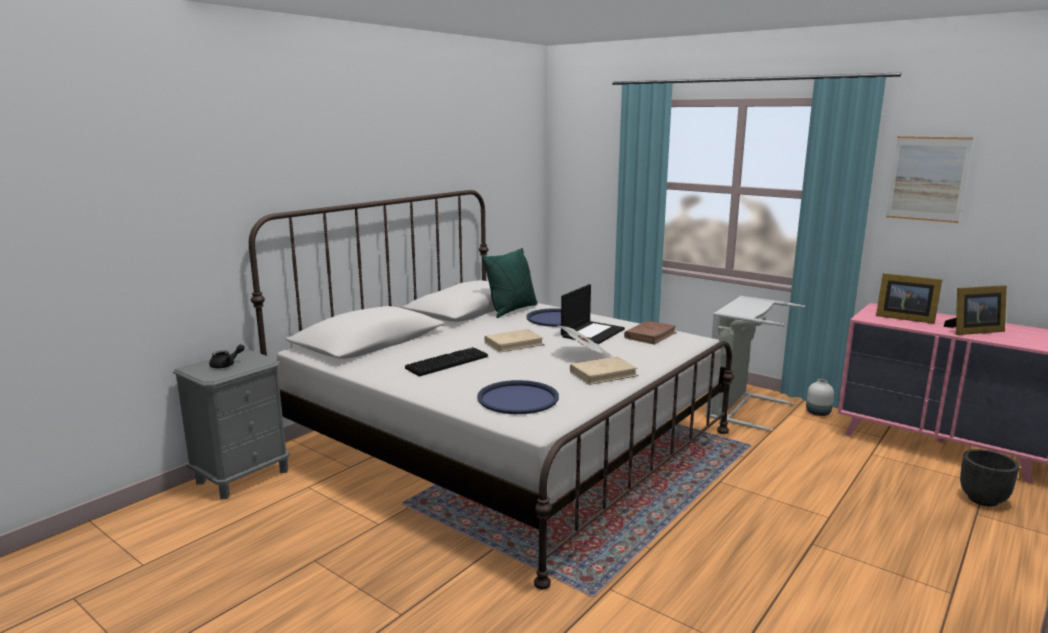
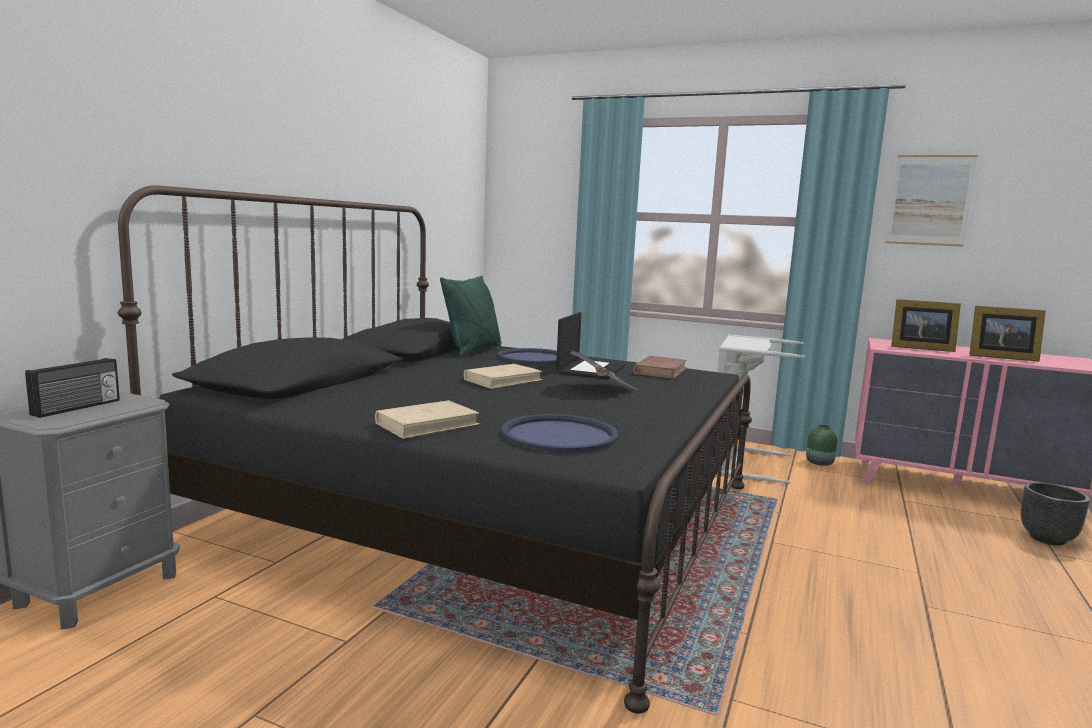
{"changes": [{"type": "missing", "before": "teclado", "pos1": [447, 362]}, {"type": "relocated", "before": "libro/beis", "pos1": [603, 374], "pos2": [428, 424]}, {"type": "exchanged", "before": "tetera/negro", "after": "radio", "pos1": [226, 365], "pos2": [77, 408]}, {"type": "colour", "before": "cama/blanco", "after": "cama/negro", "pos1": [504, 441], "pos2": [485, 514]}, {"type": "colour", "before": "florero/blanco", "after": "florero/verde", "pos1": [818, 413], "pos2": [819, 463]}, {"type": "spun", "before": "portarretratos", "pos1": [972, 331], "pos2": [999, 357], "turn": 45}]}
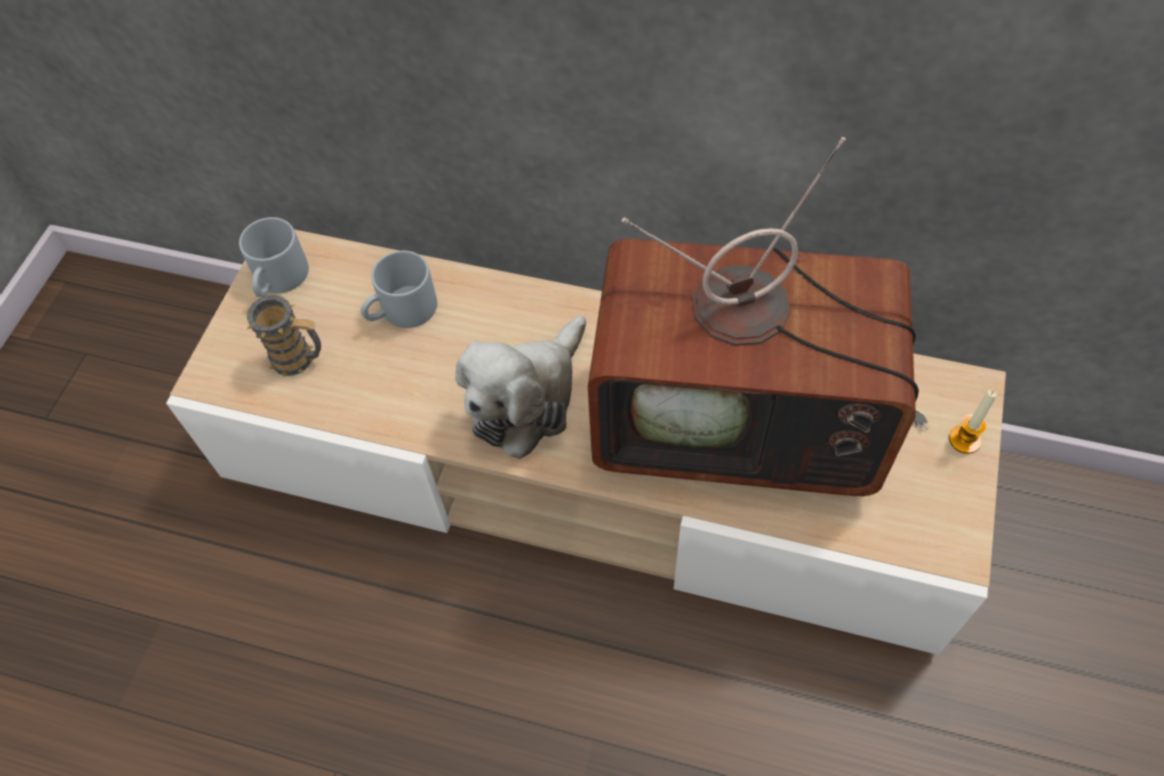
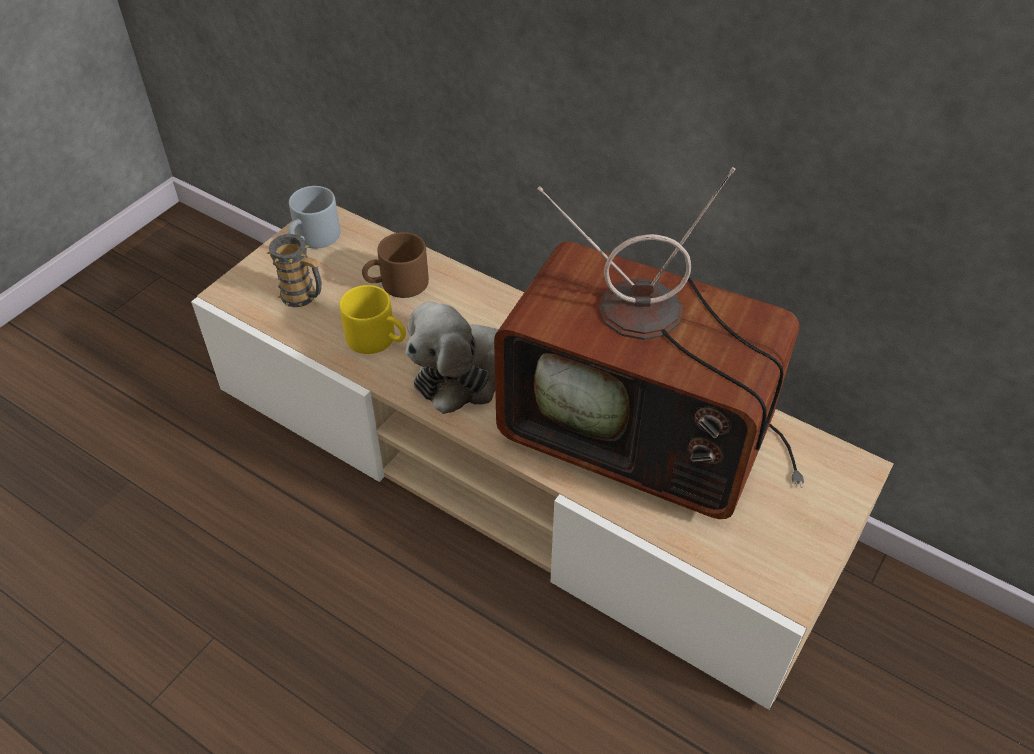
{"changes": [{"type": "missing", "before": "vela", "pos1": [964, 440]}, {"type": "appeared", "after": "taza grande/amarillo", "pos2": [378, 339]}, {"type": "colour", "before": "taza grande/gris", "after": "taza grande/marrón", "pos1": [402, 312], "pos2": [397, 285]}]}
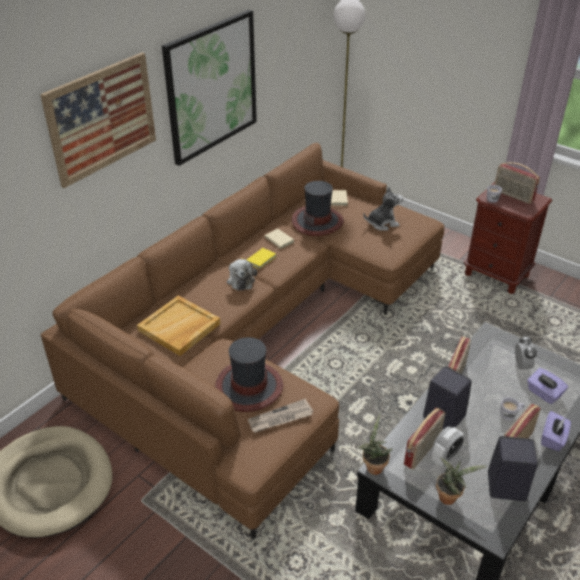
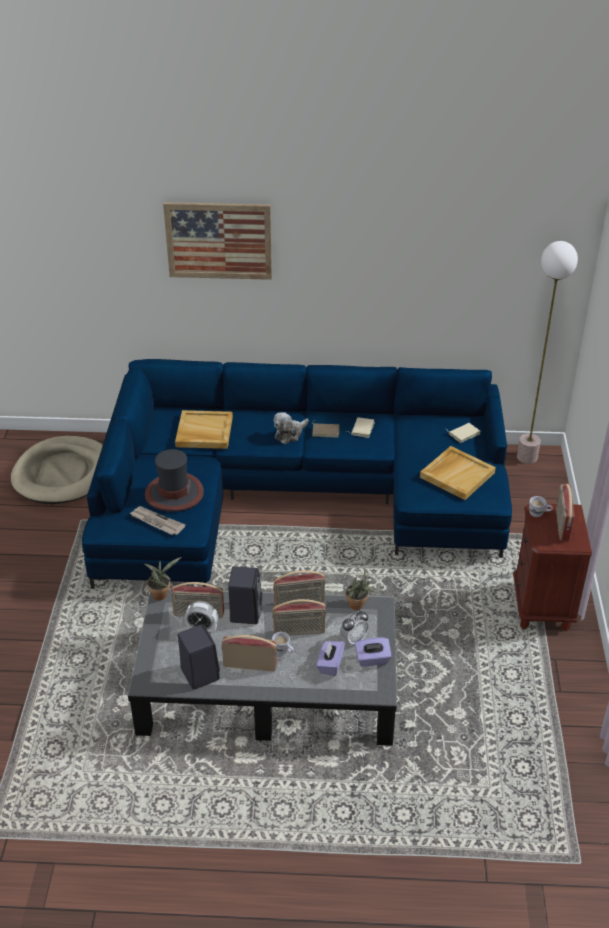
{"changes": [{"type": "missing", "before": "cuadro", "pos1": [211, 86]}, {"type": "missing", "before": "sombrero", "pos1": [317, 221]}, {"type": "appeared", "after": "radio", "pos2": [299, 632]}, {"type": "relocated", "before": "planta en maceta", "pos1": [449, 496], "pos2": [358, 606]}, {"type": "relocated", "before": "caja de pañuelos/morado", "pos1": [553, 439], "pos2": [372, 659]}, {"type": "exchanged", "before": "peluche", "after": "bandeja/beis", "pos1": [382, 223], "pos2": [457, 474]}, {"type": "colour", "before": "sofá/marrón", "after": "sofá/azul", "pos1": [260, 336], "pos2": [291, 496]}, {"type": "colour", "before": "libro/amarillo", "after": "libro/marrón", "pos1": [260, 259], "pos2": [326, 431]}]}
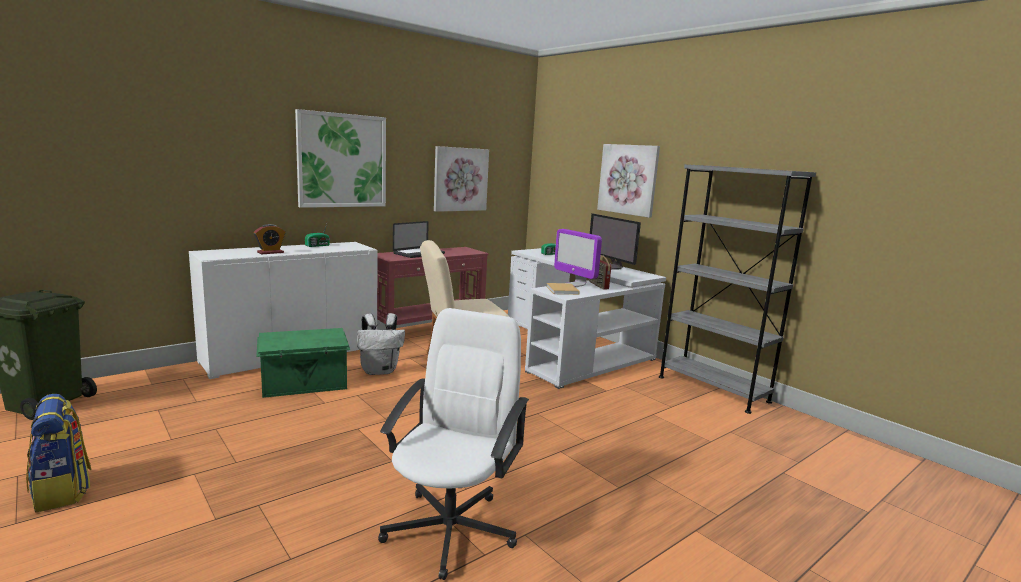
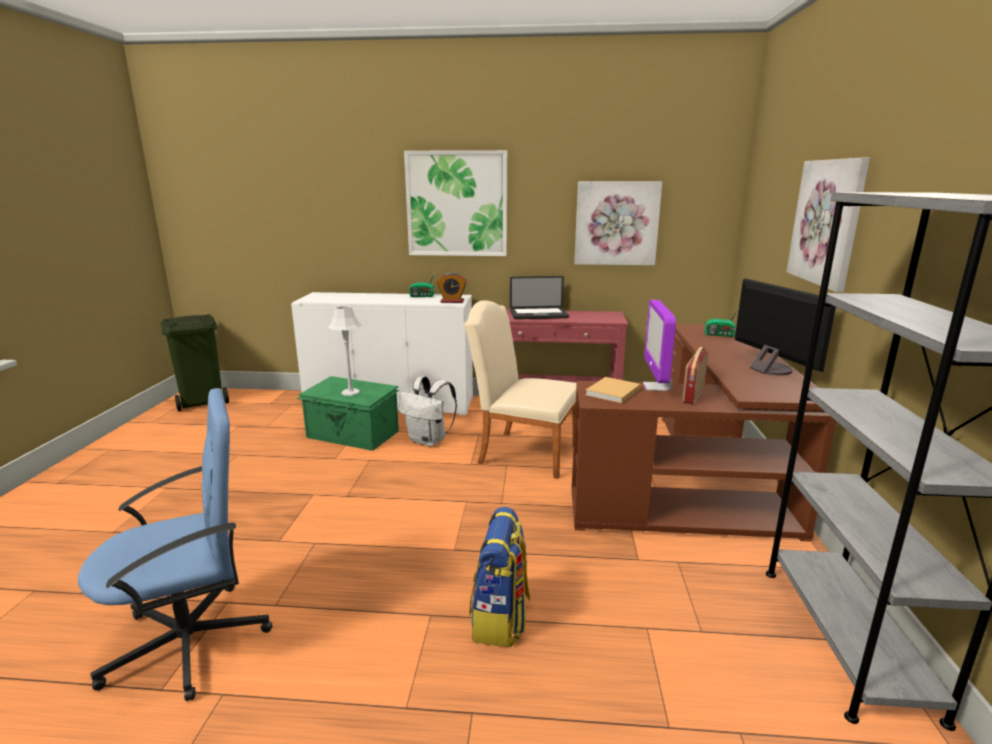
{"changes": [{"type": "appeared", "after": "lámpara de mesa/gris", "pos2": [350, 392]}, {"type": "relocated", "before": "mochila", "pos1": [62, 491], "pos2": [500, 619]}, {"type": "relocated", "before": "despertador", "pos1": [270, 252], "pos2": [452, 301]}, {"type": "colour", "before": "silla de oficina/blanco", "after": "silla de oficina/azul", "pos1": [451, 529], "pos2": [191, 641]}, {"type": "colour", "before": "escritorio/blanco", "after": "escritorio/marrón", "pos1": [575, 348], "pos2": [699, 480]}, {"type": "spun", "before": "monitor", "pos1": [611, 267], "pos2": [770, 369], "turn": 150}]}
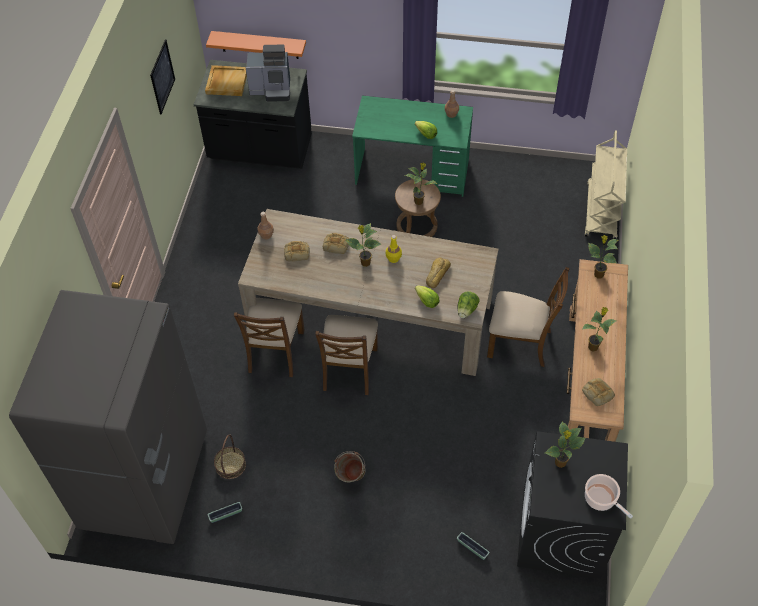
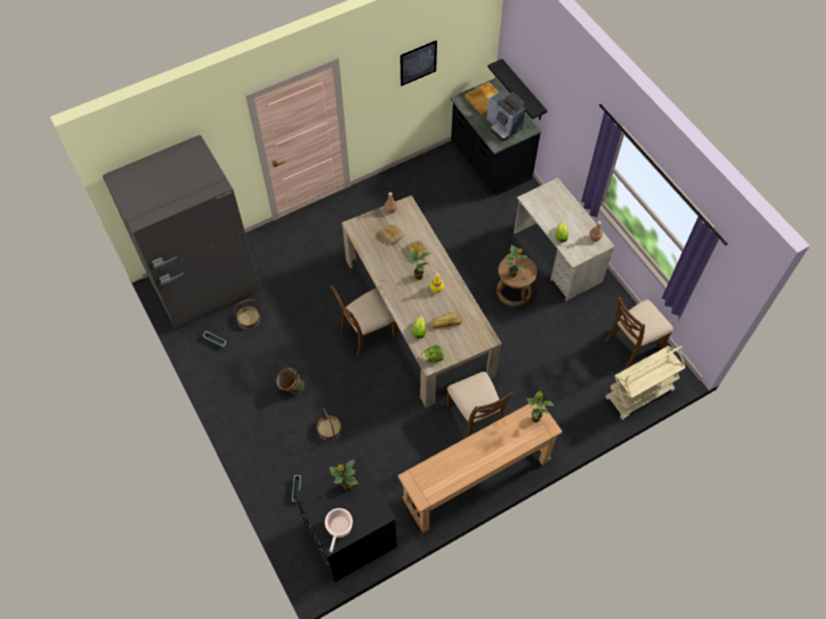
{"changes": [{"type": "missing", "before": "planta en maceta", "pos1": [593, 346]}, {"type": "missing", "before": "pan", "pos1": [597, 393]}, {"type": "appeared", "after": "cesta", "pos2": [329, 429]}, {"type": "relocated", "before": "silla/marrón", "pos1": [275, 351], "pos2": [633, 343]}, {"type": "colour", "before": "estante/naranja", "after": "estante/negro", "pos1": [259, 45], "pos2": [523, 91]}, {"type": "colour", "before": "escritorio/verde", "after": "escritorio/beis", "pos1": [412, 172], "pos2": [557, 257]}]}
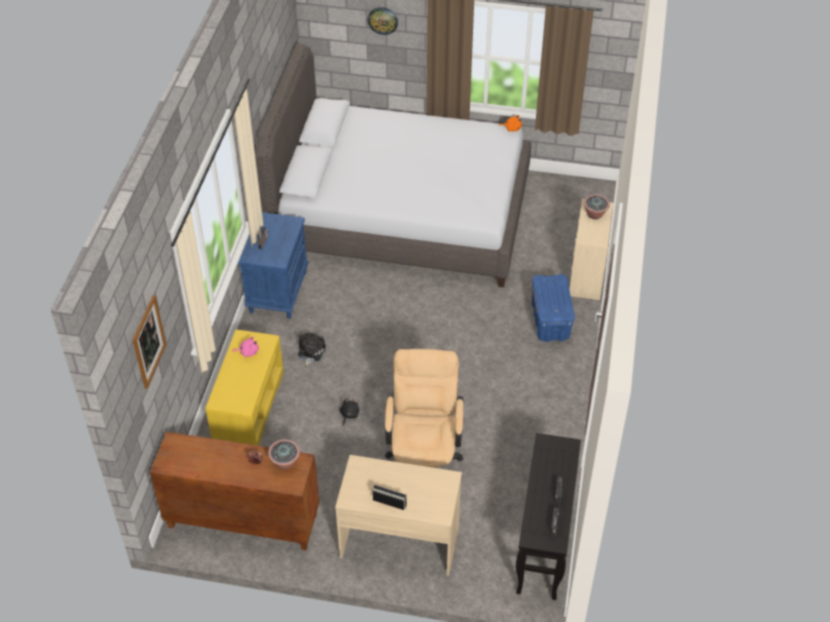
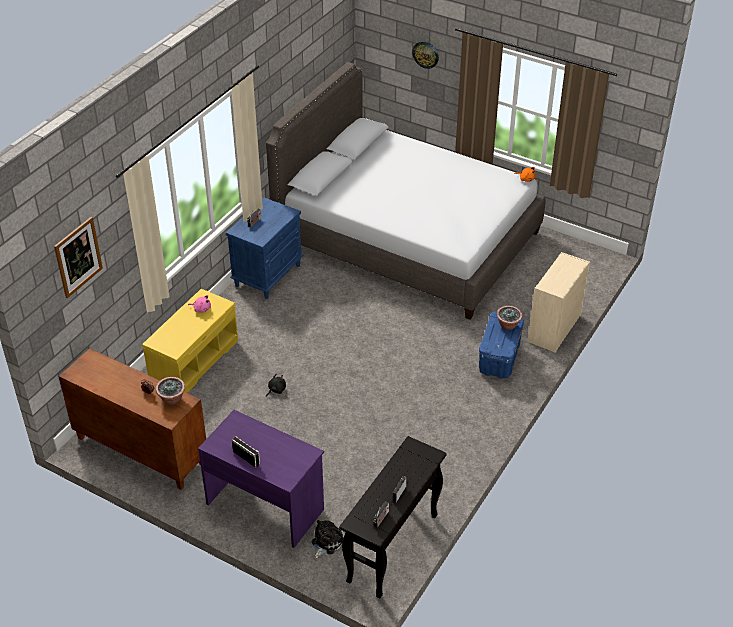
{"changes": [{"type": "missing", "before": "silla de oficina/beis", "pos1": [424, 460]}, {"type": "relocated", "before": "peluche", "pos1": [310, 352], "pos2": [326, 542]}, {"type": "relocated", "before": "planta en maceta", "pos1": [595, 214], "pos2": [508, 326]}, {"type": "colour", "before": "escritorio/beis", "after": "escritorio/morado", "pos1": [399, 540], "pos2": [265, 505]}]}
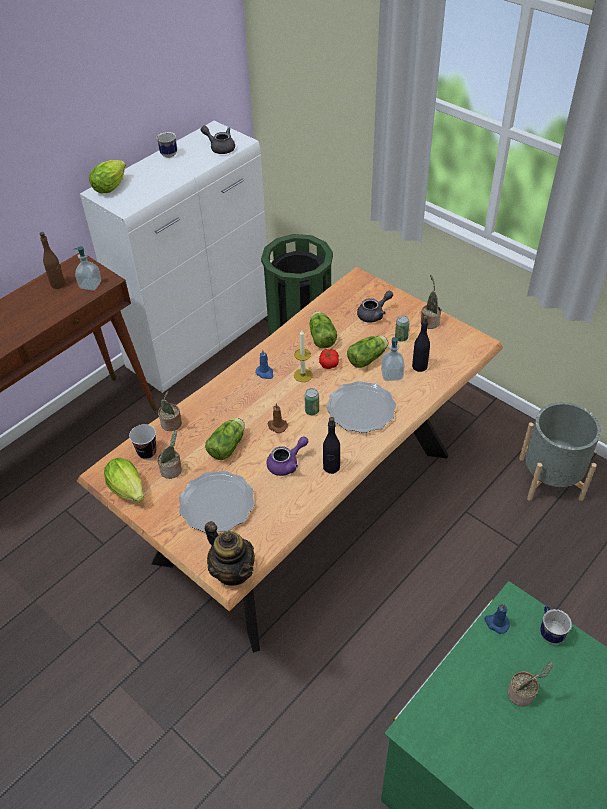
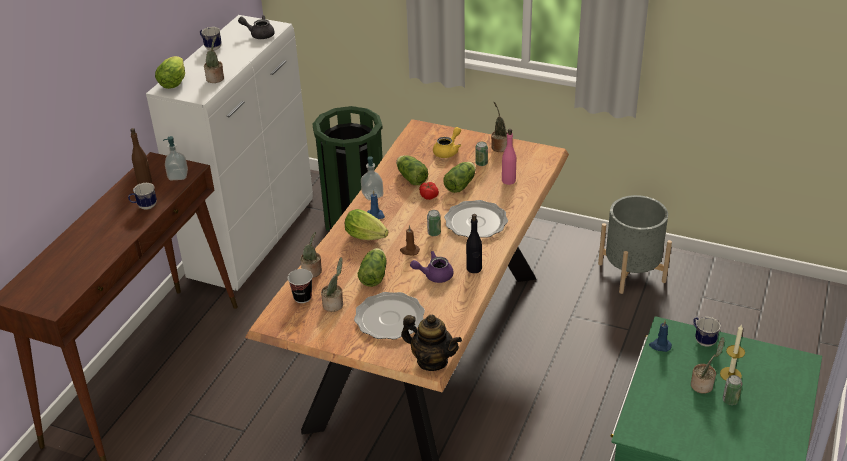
{"changes": [{"type": "appeared", "after": "taza grande", "pos2": [144, 207]}, {"type": "appeared", "after": "planta en maceta", "pos2": [216, 79]}, {"type": "appeared", "after": "lata", "pos2": [730, 400]}, {"type": "relocated", "before": "lechuga", "pos1": [129, 491], "pos2": [368, 237]}, {"type": "relocated", "before": "vela", "pos1": [303, 375], "pos2": [730, 374]}, {"type": "relocated", "before": "dispensador de jabón", "pos1": [392, 375], "pos2": [372, 195]}, {"type": "colour", "before": "tetera/gris", "after": "tetera/amarillo", "pos1": [374, 314], "pos2": [448, 151]}, {"type": "colour", "before": "botella/negro", "after": "botella/rosa", "pos1": [419, 366], "pos2": [508, 180]}, {"type": "spun", "before": "tetera/morado", "pos1": [287, 463], "pos2": [434, 275], "turn": -135}]}
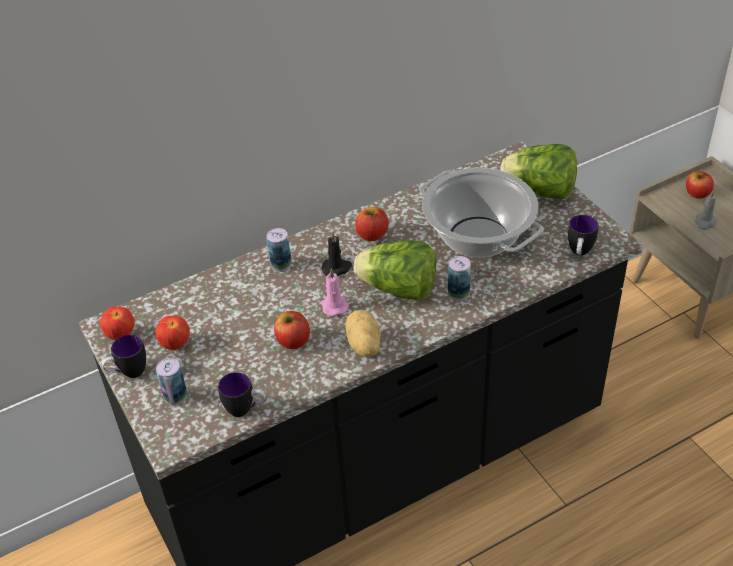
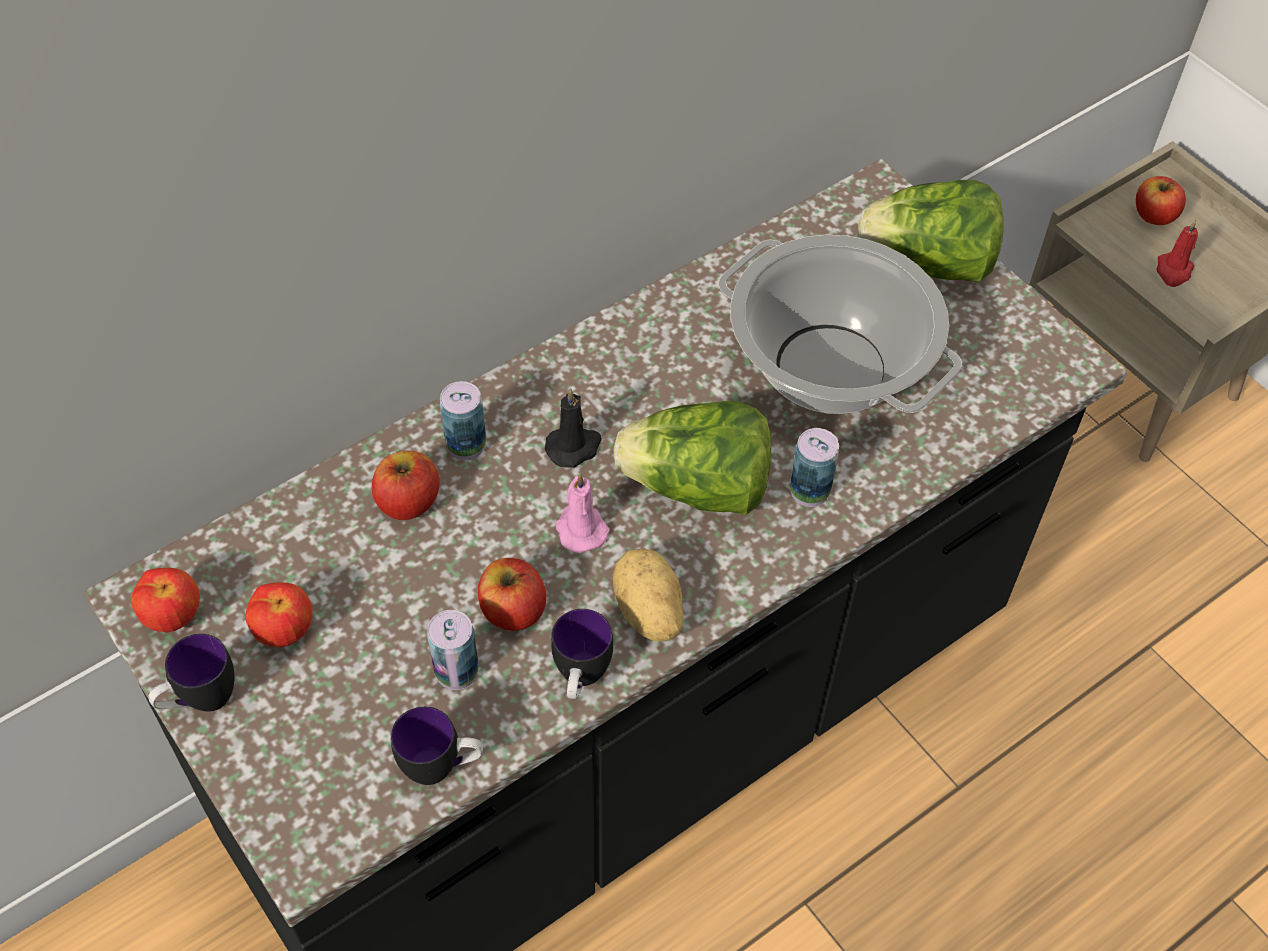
{"changes": [{"type": "relocated", "before": "lata", "pos1": [175, 396], "pos2": [456, 671]}, {"type": "relocated", "before": "manzana", "pos1": [372, 234], "pos2": [408, 502]}, {"type": "relocated", "before": "taza grande", "pos1": [579, 253], "pos2": [580, 680]}, {"type": "colour", "before": "vela/gris", "after": "vela/rojo", "pos1": [705, 222], "pos2": [1173, 271]}]}
